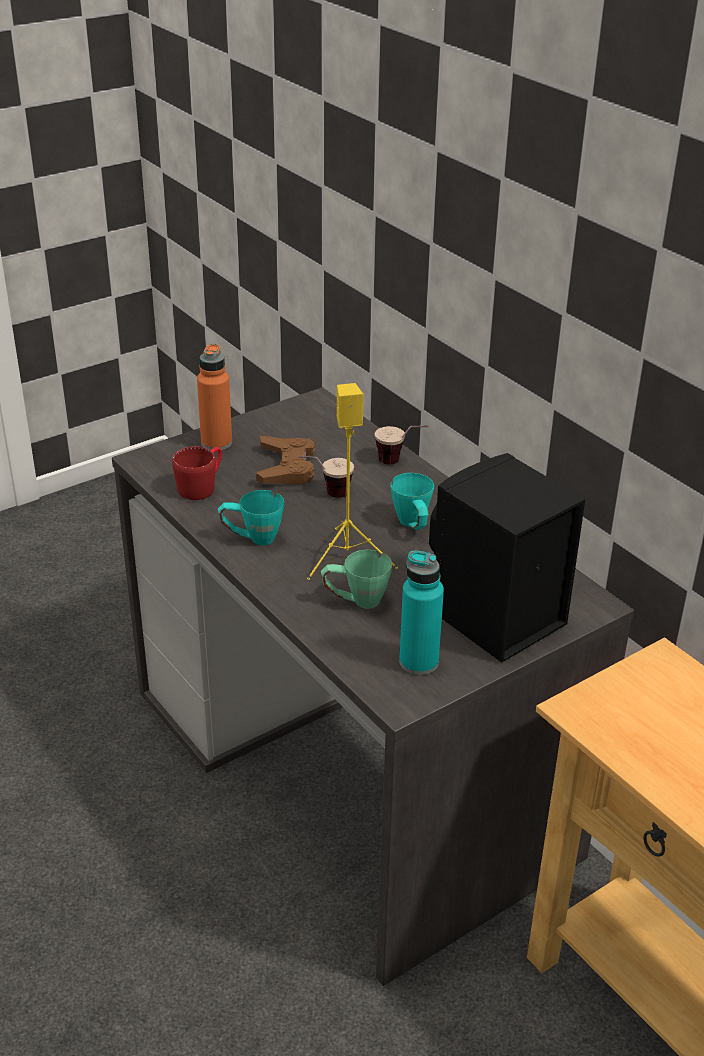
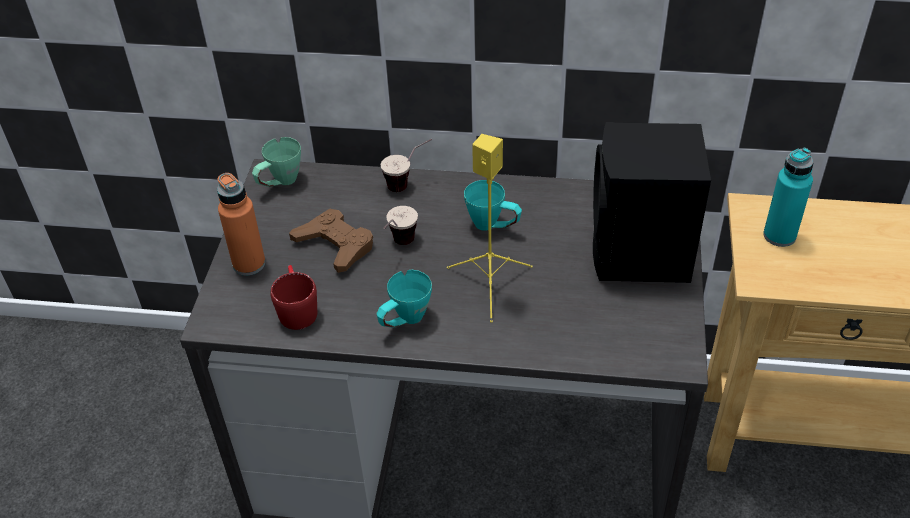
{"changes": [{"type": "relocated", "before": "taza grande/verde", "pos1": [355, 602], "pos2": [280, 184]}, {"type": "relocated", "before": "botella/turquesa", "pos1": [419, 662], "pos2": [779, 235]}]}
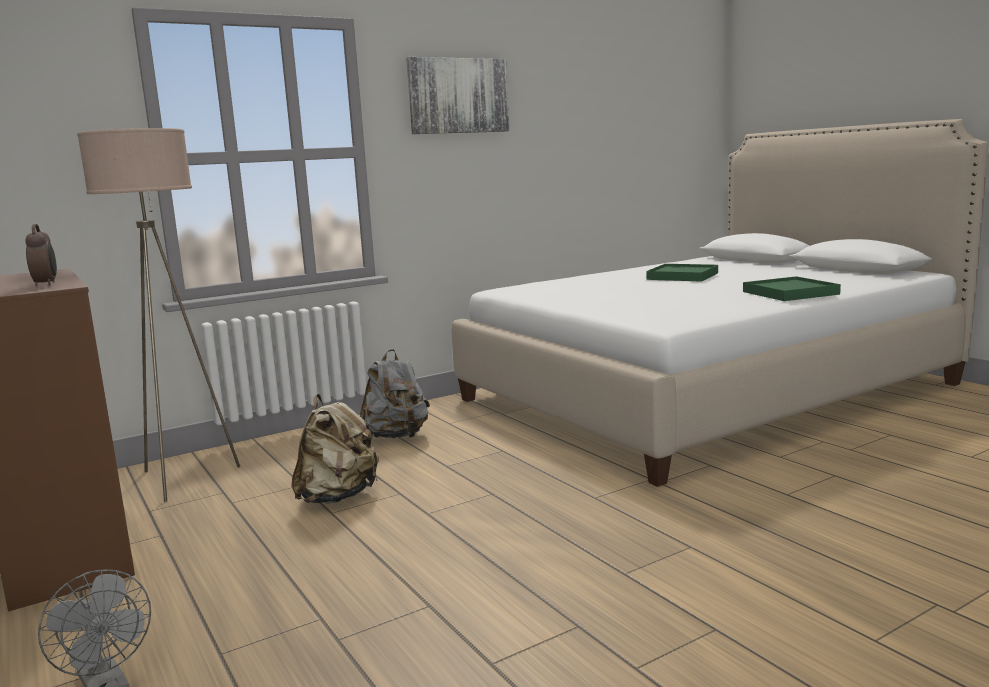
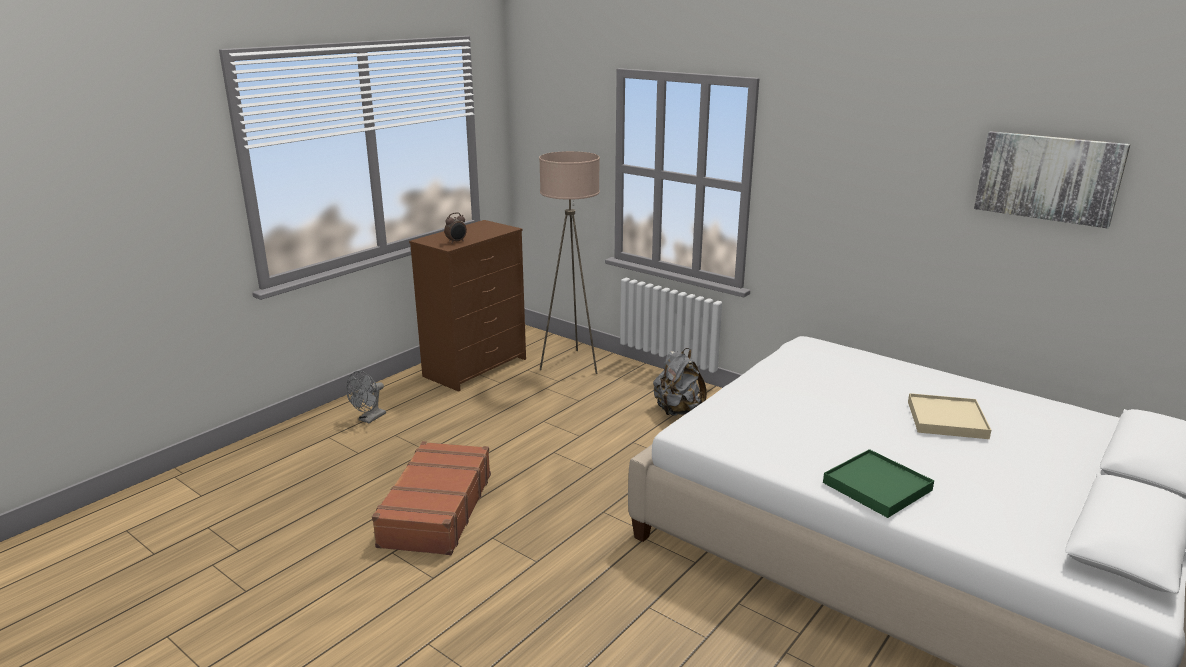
{"changes": [{"type": "missing", "before": "mochila/beis", "pos1": [338, 497]}, {"type": "appeared", "after": "maleta/marrón", "pos2": [435, 510]}, {"type": "relocated", "before": "cuadro", "pos1": [458, 96], "pos2": [1048, 177]}, {"type": "colour", "before": "bandeja/verde", "after": "bandeja/beis", "pos1": [682, 276], "pos2": [947, 420]}]}
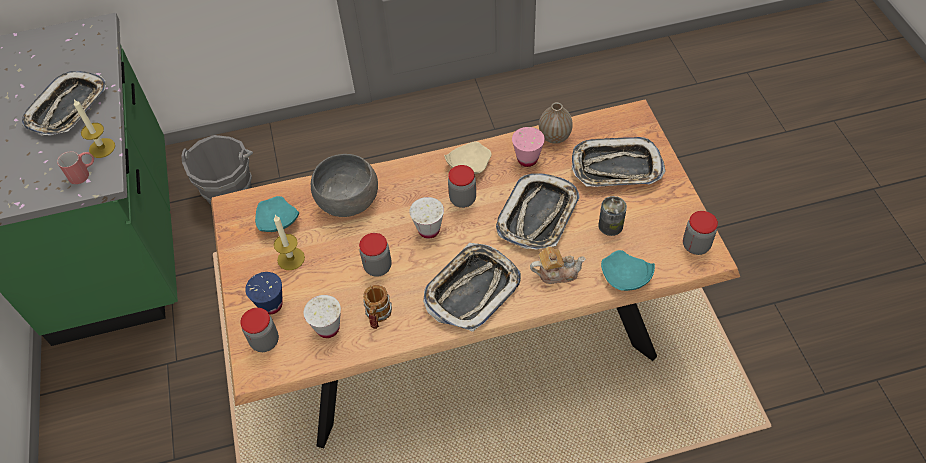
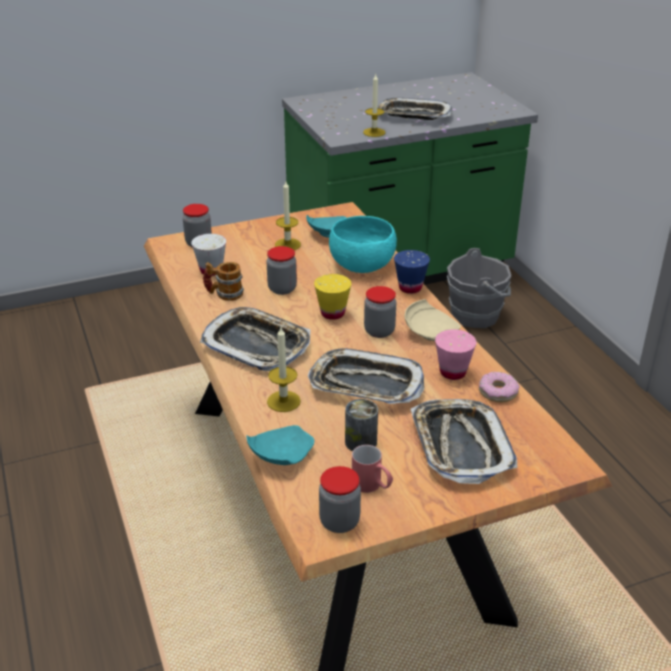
{"changes": [{"type": "relocated", "before": "taza grande/rojo", "pos1": [84, 173], "pos2": [372, 486]}, {"type": "relocated", "before": "taza/azul", "pos1": [271, 305], "pos2": [410, 288]}, {"type": "exchanged", "before": "tetera", "after": "vela", "pos1": [556, 273], "pos2": [283, 401]}, {"type": "exchanged", "before": "florero", "after": "rosquilla", "pos1": [554, 137], "pos2": [498, 392]}, {"type": "colour", "before": "cuenco/gris", "after": "cuenco/turquesa", "pos1": [348, 201], "pos2": [362, 265]}, {"type": "colour", "before": "taza/blanco", "after": "taza/amarillo", "pos1": [429, 230], "pos2": [332, 313]}]}
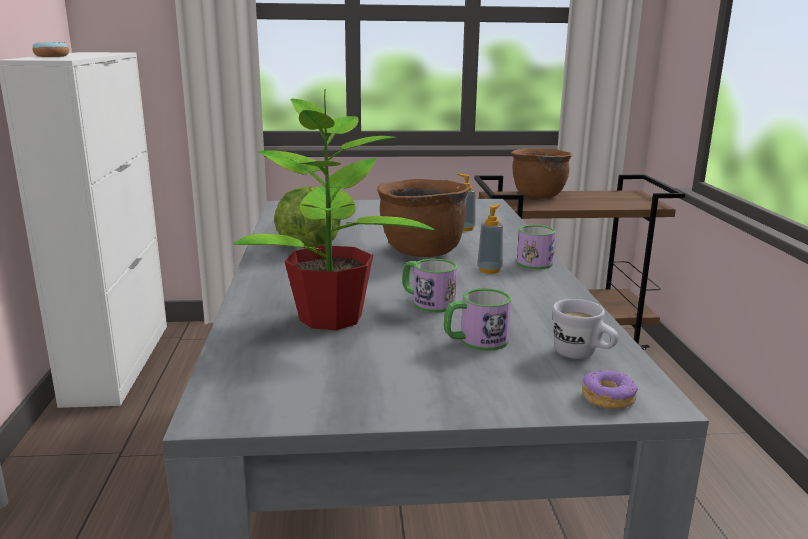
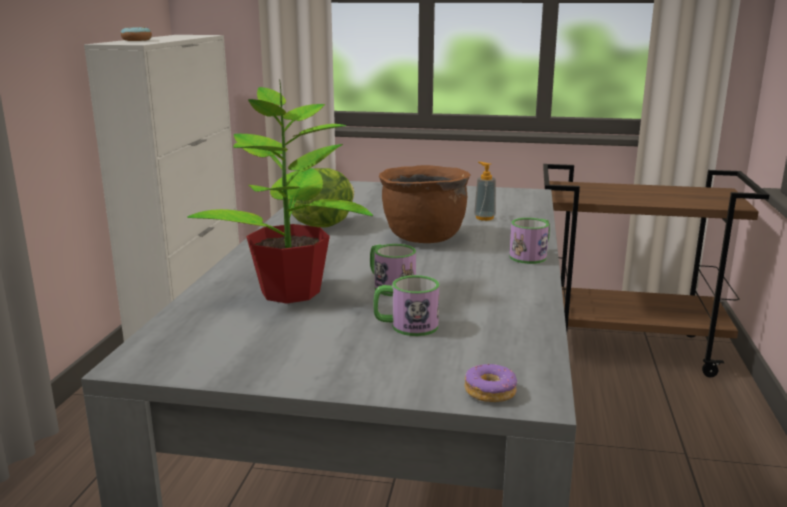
{"changes": [{"type": "missing", "before": "dispensador de jabón", "pos1": [489, 270]}, {"type": "missing", "before": "olla/marrón", "pos1": [538, 195]}, {"type": "missing", "before": "taza grande/blanco", "pos1": [582, 355]}]}
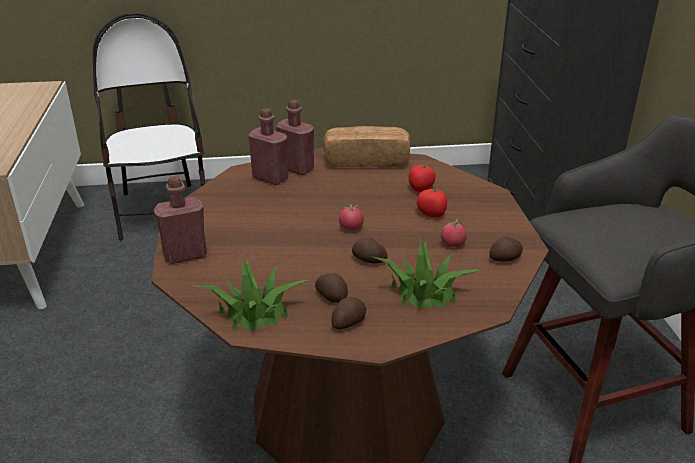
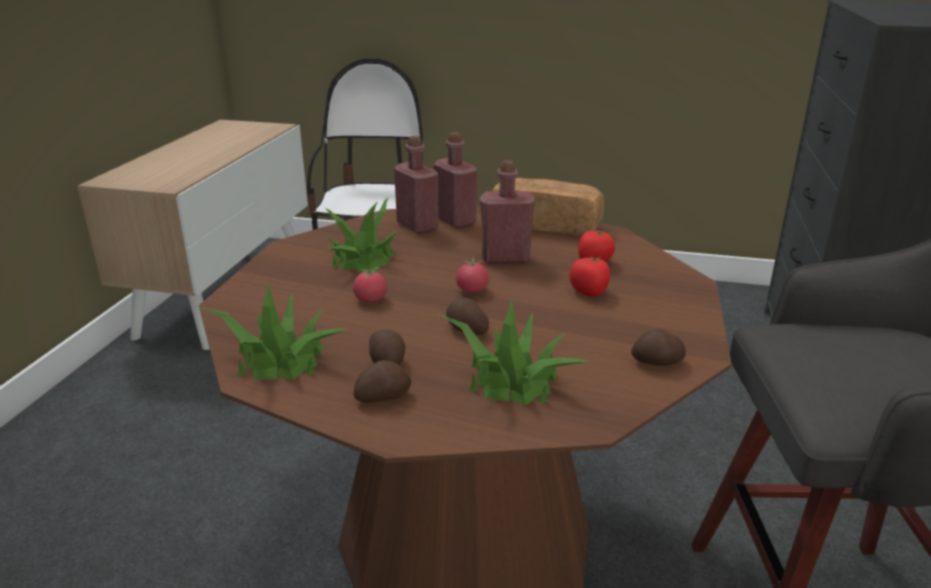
{"changes": [{"type": "appeared", "after": "planta en maceta", "pos2": [364, 258]}, {"type": "relocated", "before": "botella/rojo", "pos1": [185, 255], "pos2": [505, 258]}, {"type": "relocated", "before": "tomate", "pos1": [452, 244], "pos2": [370, 299]}]}
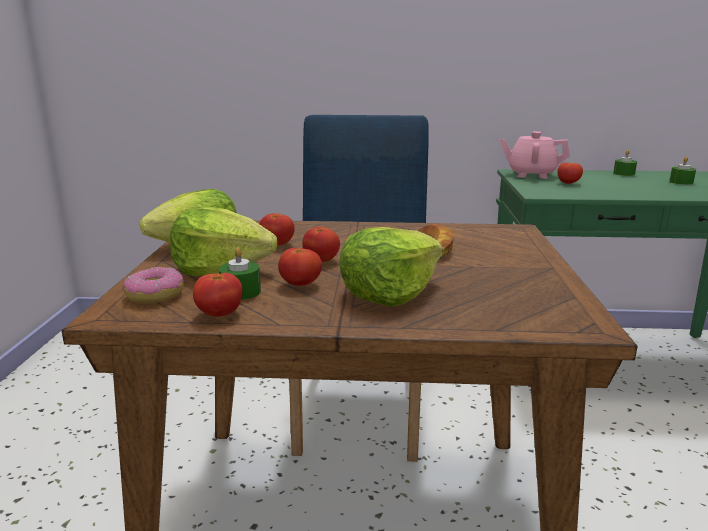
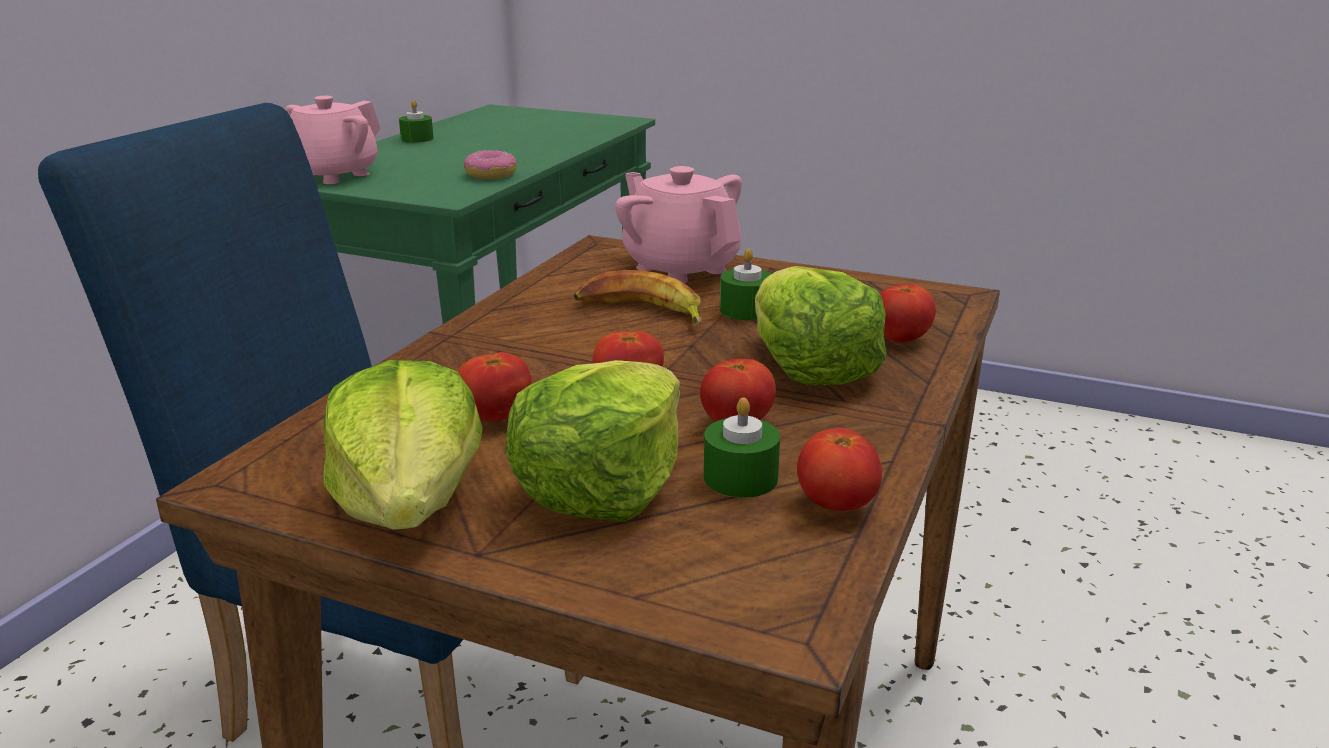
{"changes": [{"type": "appeared", "after": "tetera/rosa", "pos2": [680, 268]}, {"type": "relocated", "before": "rosquilla", "pos1": [155, 295], "pos2": [490, 175]}, {"type": "relocated", "before": "tomate", "pos1": [568, 183], "pos2": [900, 340]}, {"type": "relocated", "before": "vela/verde", "pos1": [681, 182], "pos2": [746, 310]}]}
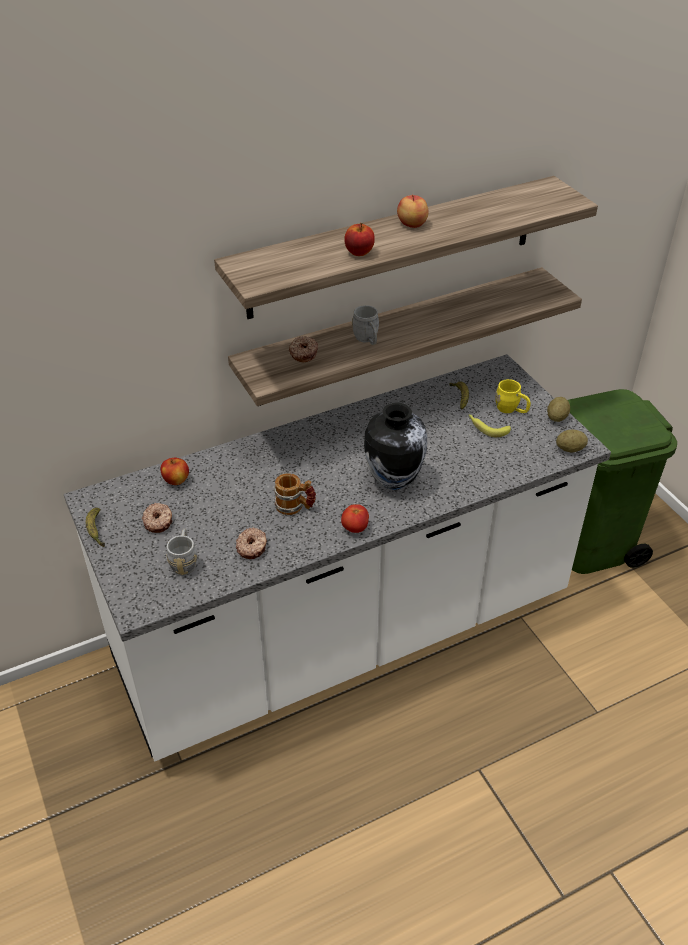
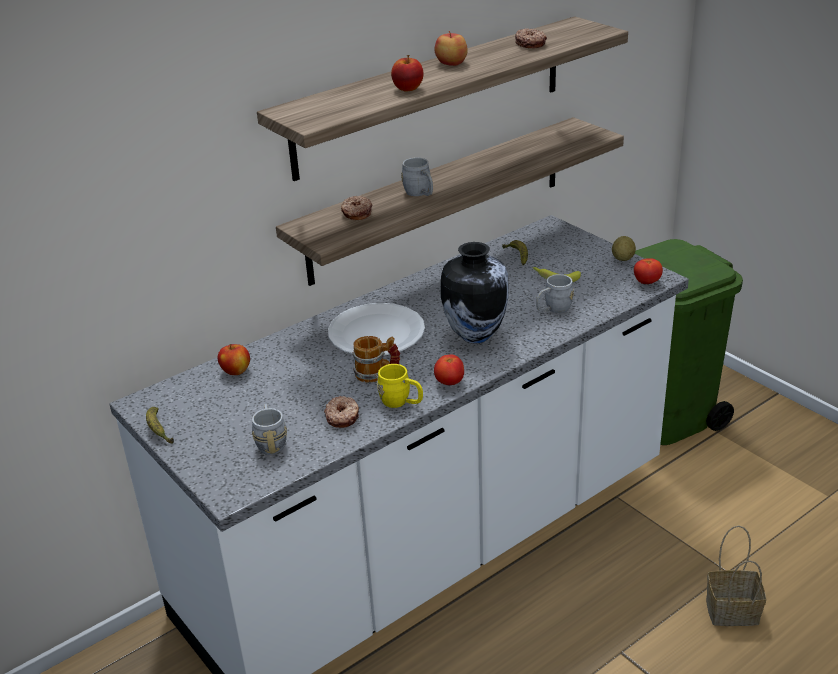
{"changes": [{"type": "appeared", "after": "plato/blanco", "pos2": [376, 332]}, {"type": "appeared", "after": "taza grande/gris", "pos2": [553, 309]}, {"type": "appeared", "after": "cesta", "pos2": [733, 610]}, {"type": "relocated", "before": "rosquilla", "pos1": [158, 521], "pos2": [530, 44]}, {"type": "relocated", "before": "taza grande/amarillo", "pos1": [511, 410], "pos2": [401, 402]}, {"type": "exchanged", "before": "patata", "after": "tomate", "pos1": [570, 449], "pos2": [647, 282]}]}
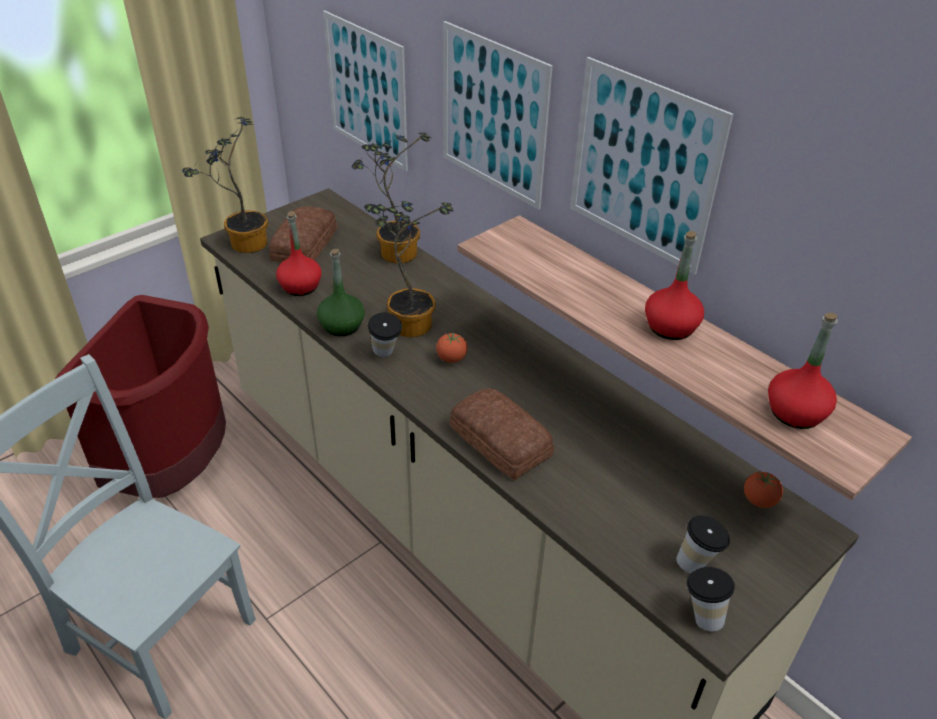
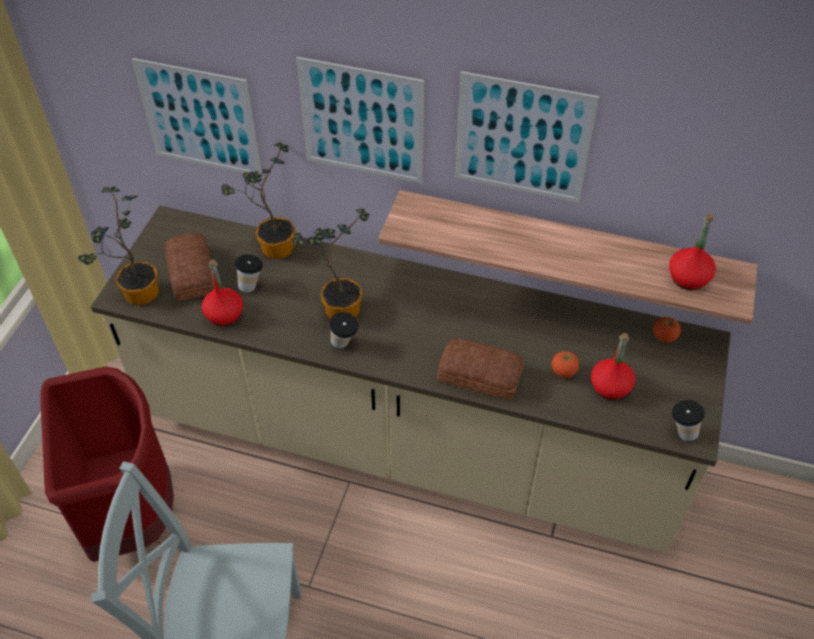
{"changes": [{"type": "missing", "before": "botella/verde", "pos1": [342, 326]}, {"type": "relocated", "before": "tomate", "pos1": [451, 359], "pos2": [563, 371]}, {"type": "relocated", "before": "botella/rojo", "pos1": [670, 327], "pos2": [610, 387]}, {"type": "relocated", "before": "taza", "pos1": [697, 563], "pos2": [252, 285]}]}
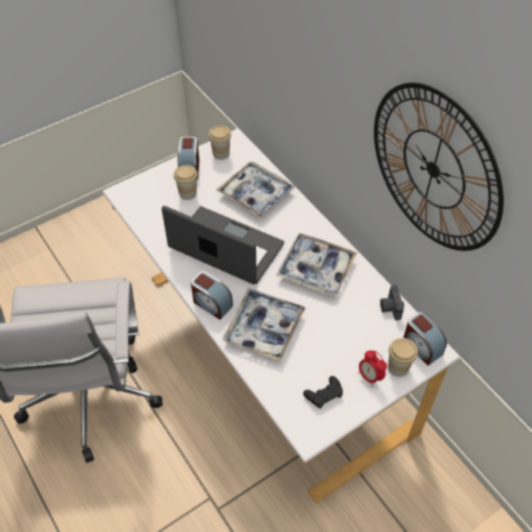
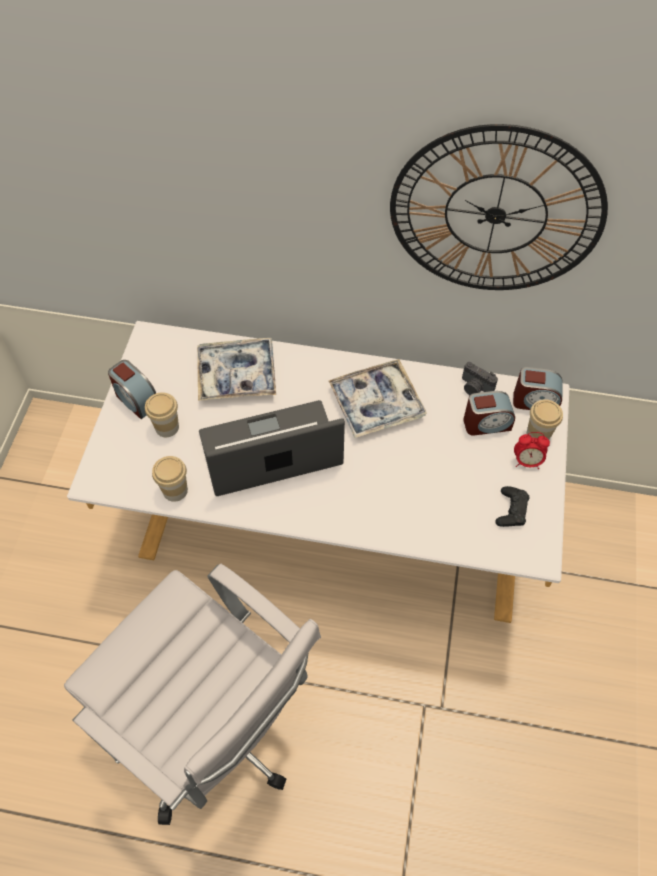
{"changes": [{"type": "missing", "before": "bandeja", "pos1": [264, 328]}, {"type": "relocated", "before": "despertador", "pos1": [211, 304], "pos2": [486, 423]}, {"type": "relocated", "before": "taza", "pos1": [221, 153], "pos2": [175, 490]}]}
